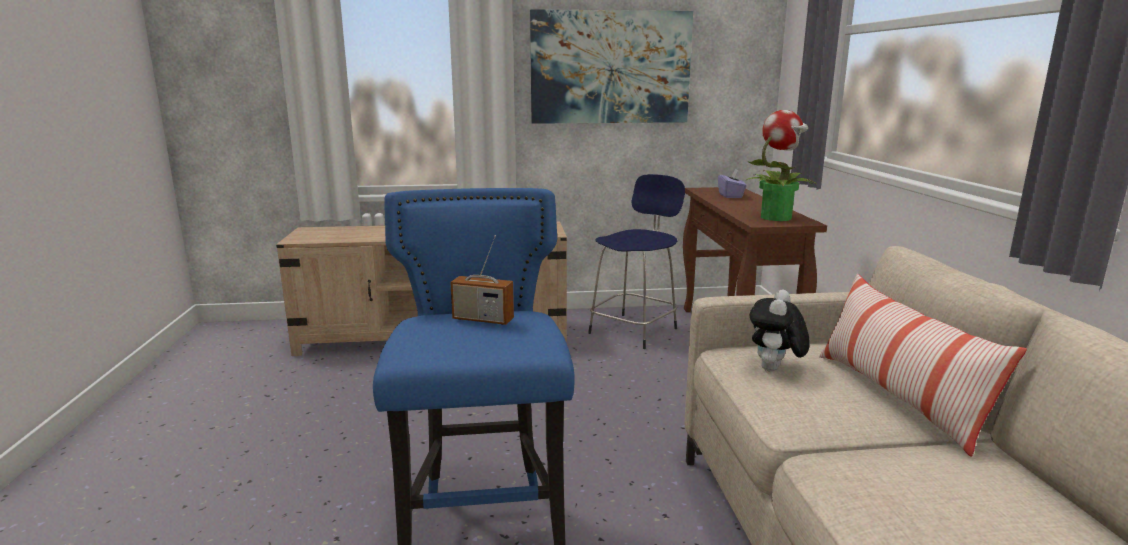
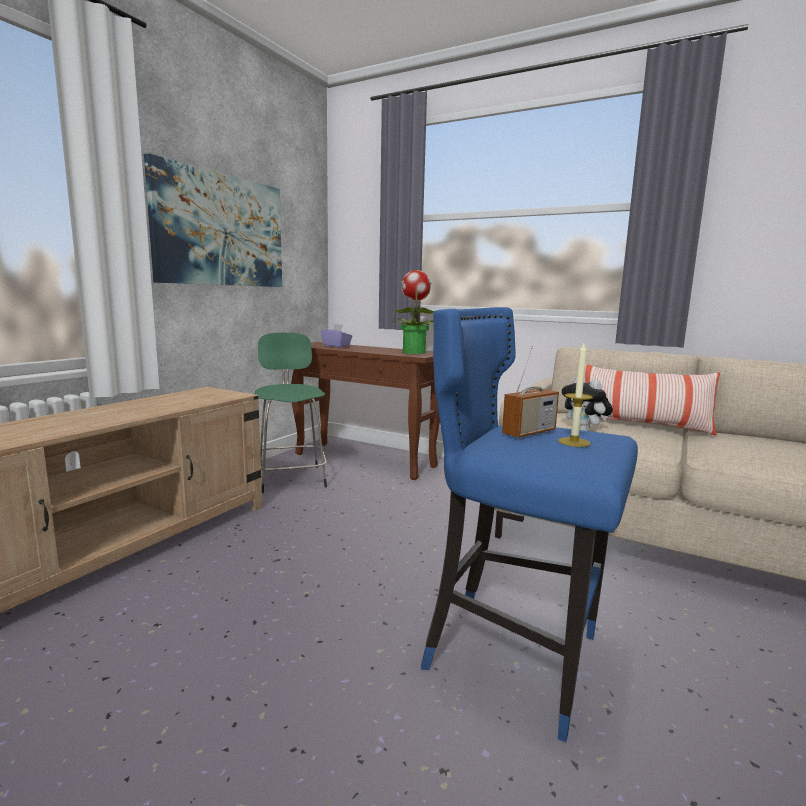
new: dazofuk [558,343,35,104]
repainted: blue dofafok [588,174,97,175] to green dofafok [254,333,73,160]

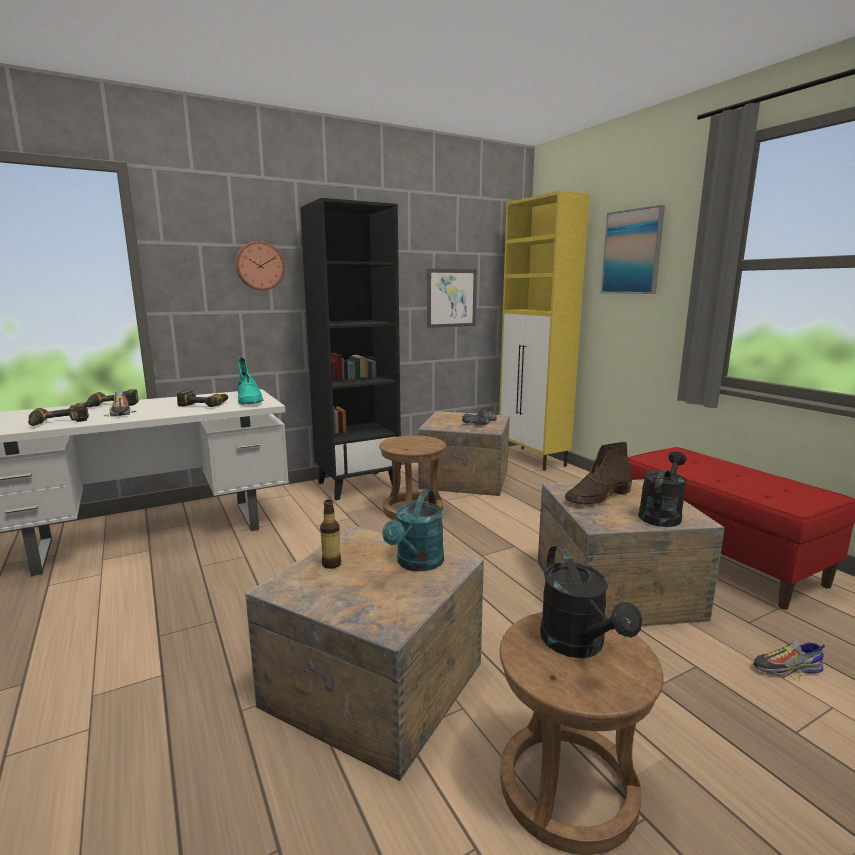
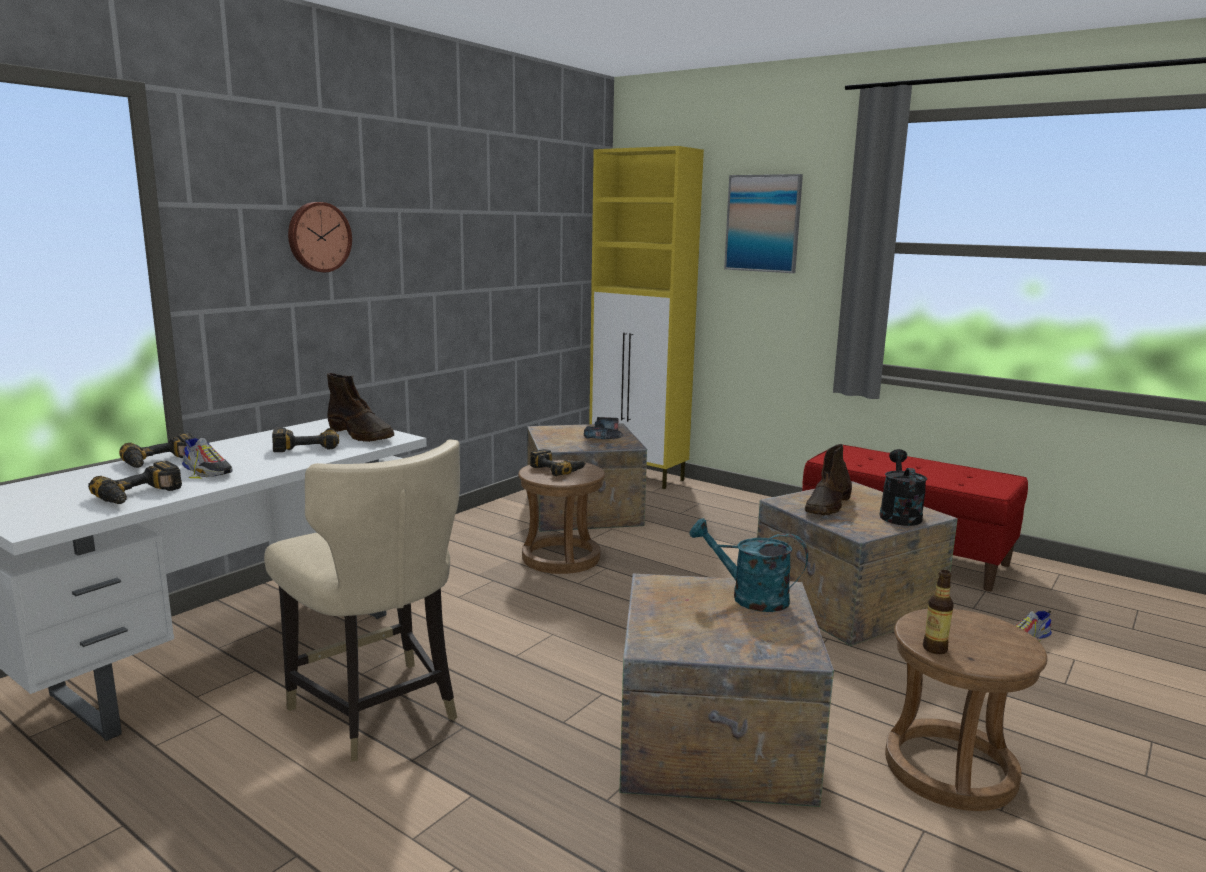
gone: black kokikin [300,198,101,302]; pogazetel [427,269,50,59]; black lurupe [540,545,102,113]
new: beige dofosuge [264,439,196,323]; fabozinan [530,449,56,27]
shifted: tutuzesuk [320,500,21,69] to [923,570,31,84]
repainted: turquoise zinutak [237,357,26,48] to brown zinutak [327,373,67,69]
rotated: turquoise lurupe [382,489,62,82] = [689,518,119,94] 120 degrees clockwise

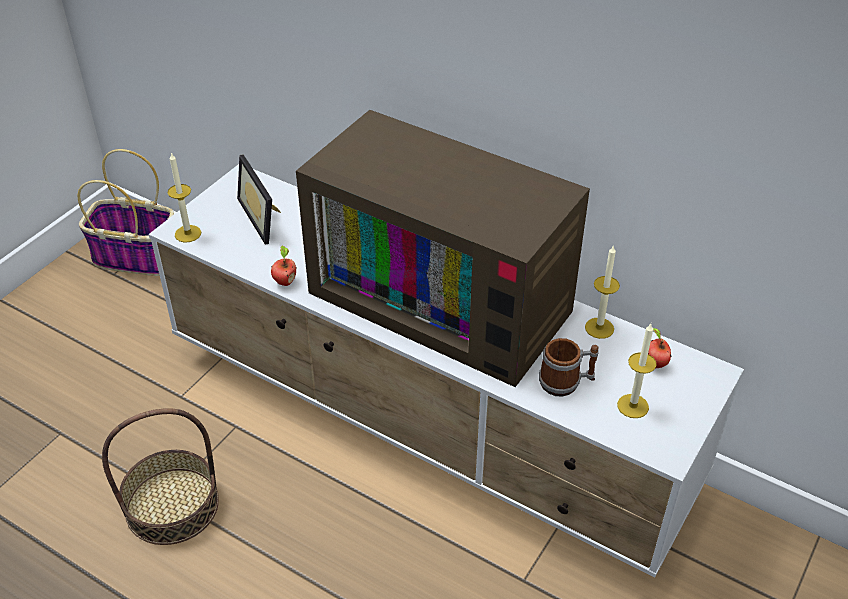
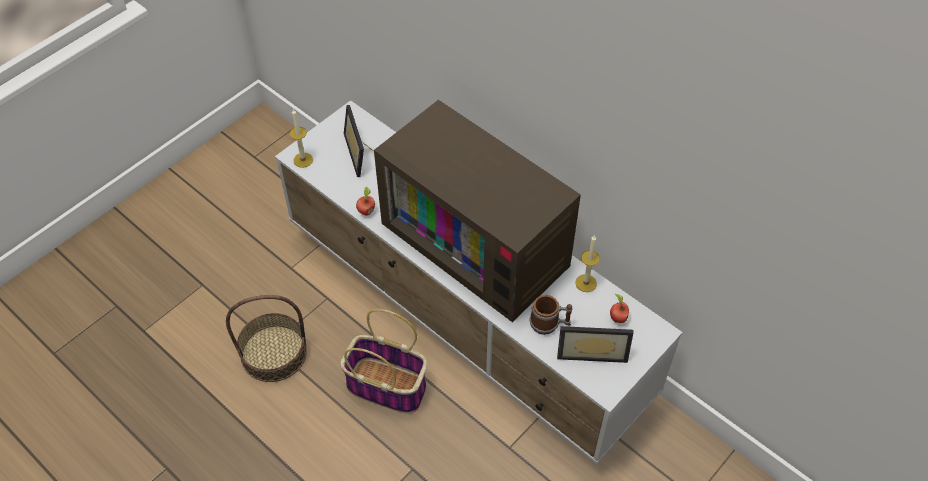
shifted: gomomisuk [78,149,96,127] to [340,309,87,105]
swapped: dazofuk [617,324,39,94] to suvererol [557,326,77,37]

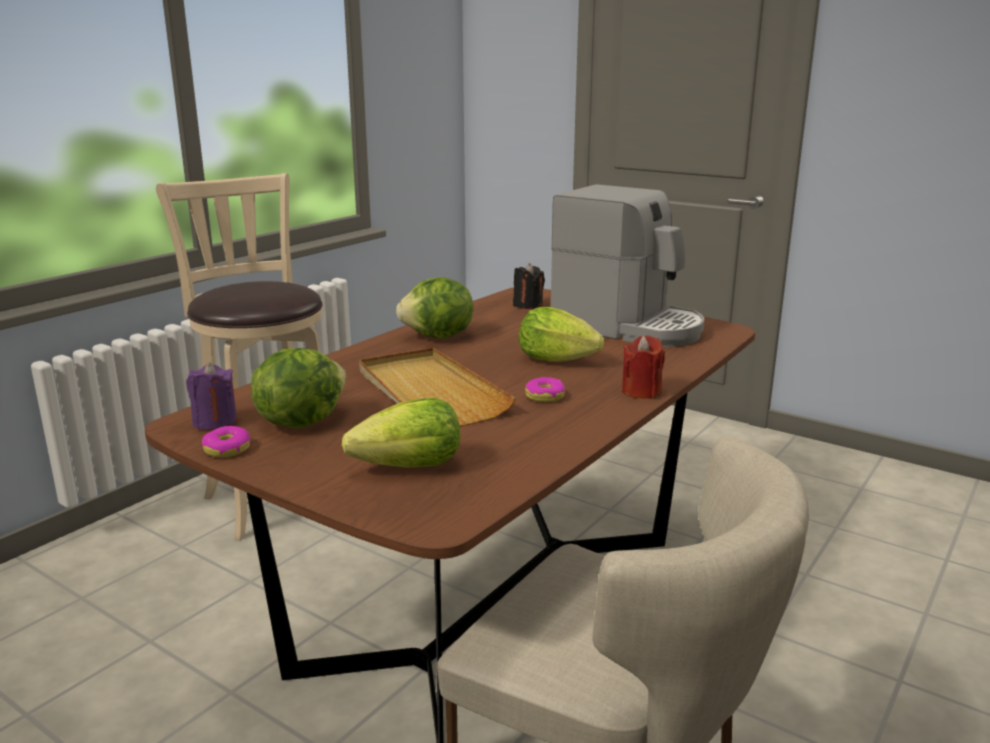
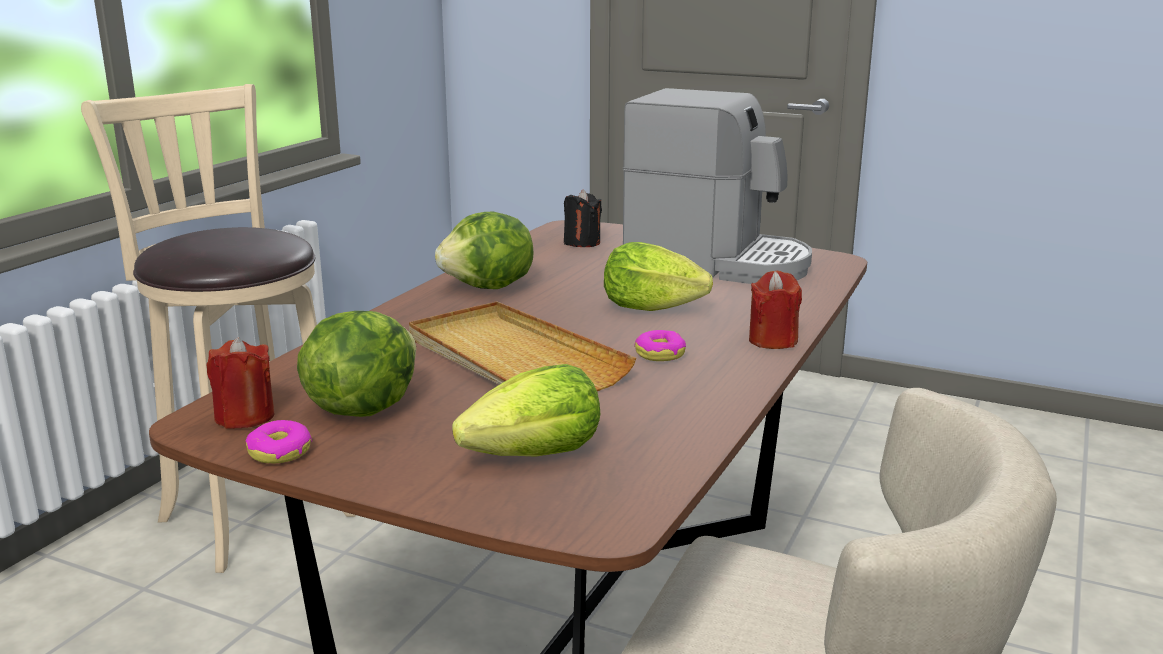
repainted: purple dazofuk [186,363,51,67] to red dazofuk [207,337,68,92]

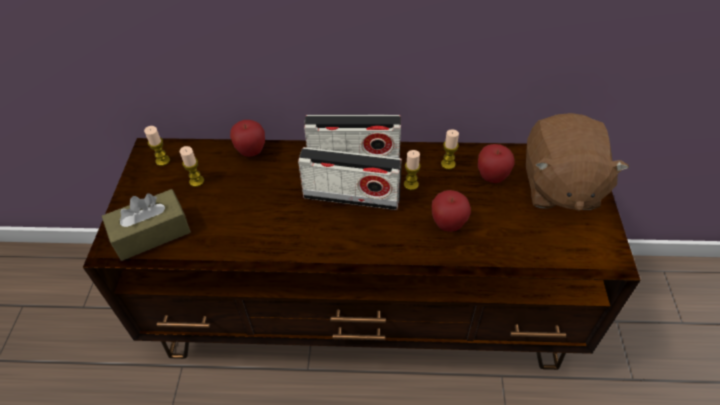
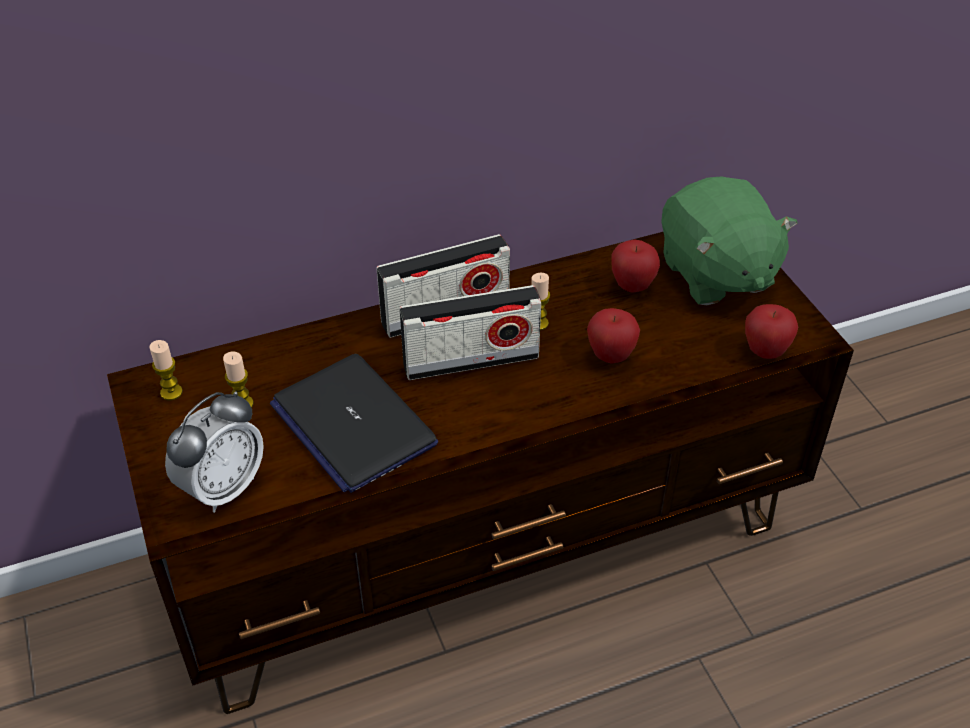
gone: dazofuk [441,129,18,40]
new: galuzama [270,354,168,139]
shifted: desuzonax [230,120,35,37] to [745,304,53,55]
swapped: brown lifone [102,189,89,72] to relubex [165,391,99,122]
repainted: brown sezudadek [526,113,103,98] to green sezudadek [661,176,137,129]

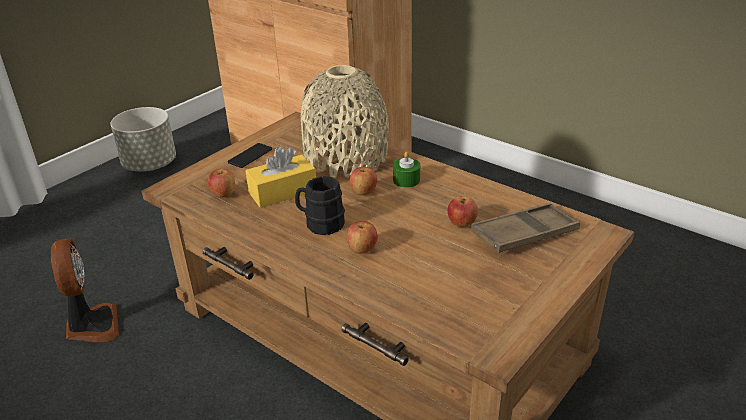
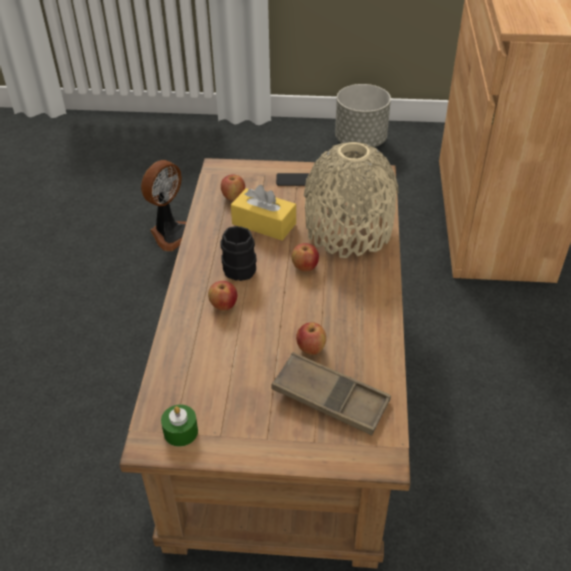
shifted: green dazofuk [393,152,27,36] to [161,405,37,42]

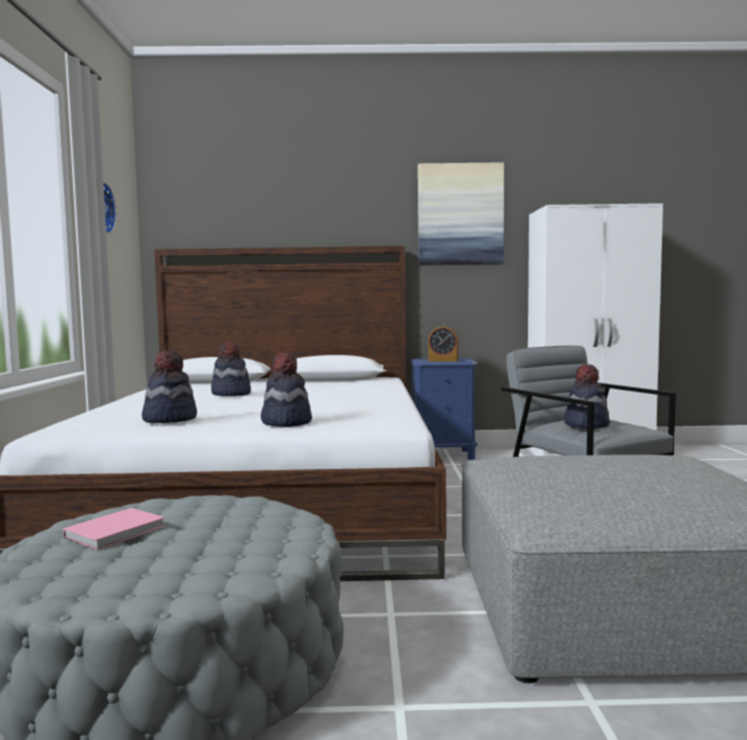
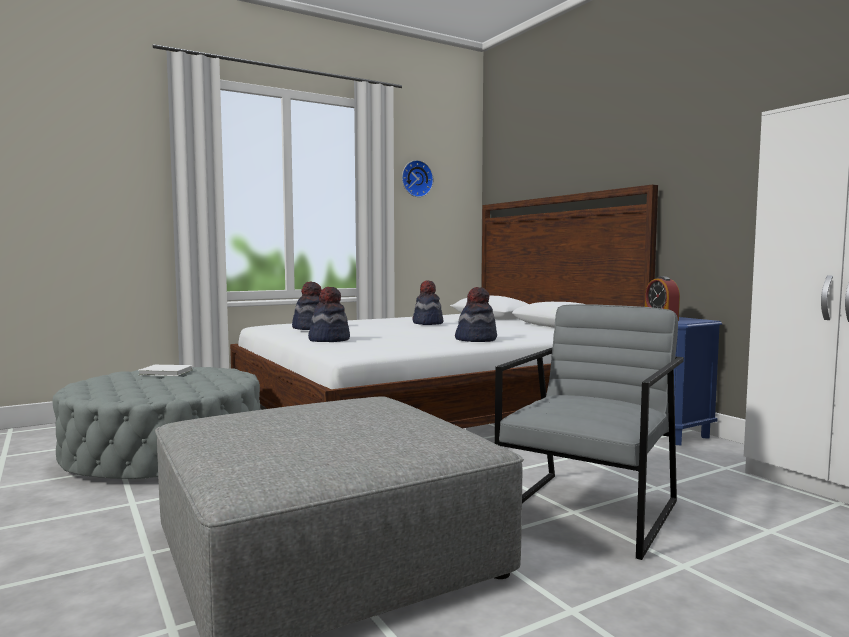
gone: pogazetel [418,162,86,104]
shifted: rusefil [564,364,46,65] to [455,287,42,55]
repainted: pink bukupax [63,508,102,42] to white bukupax [138,365,55,11]

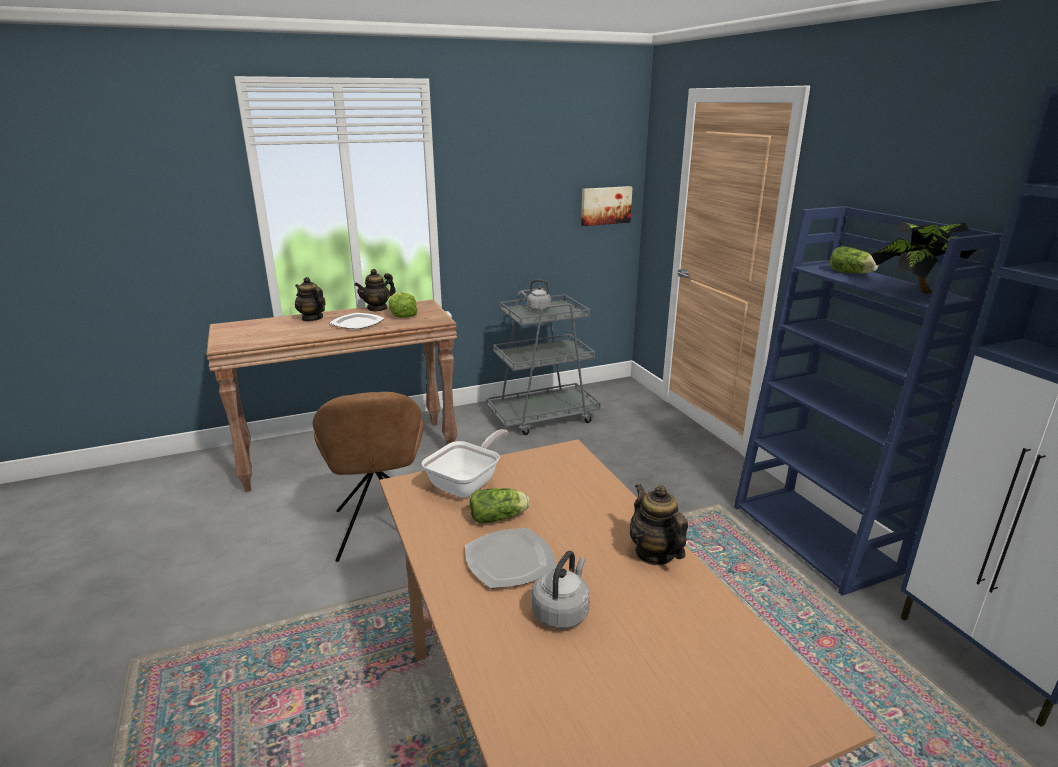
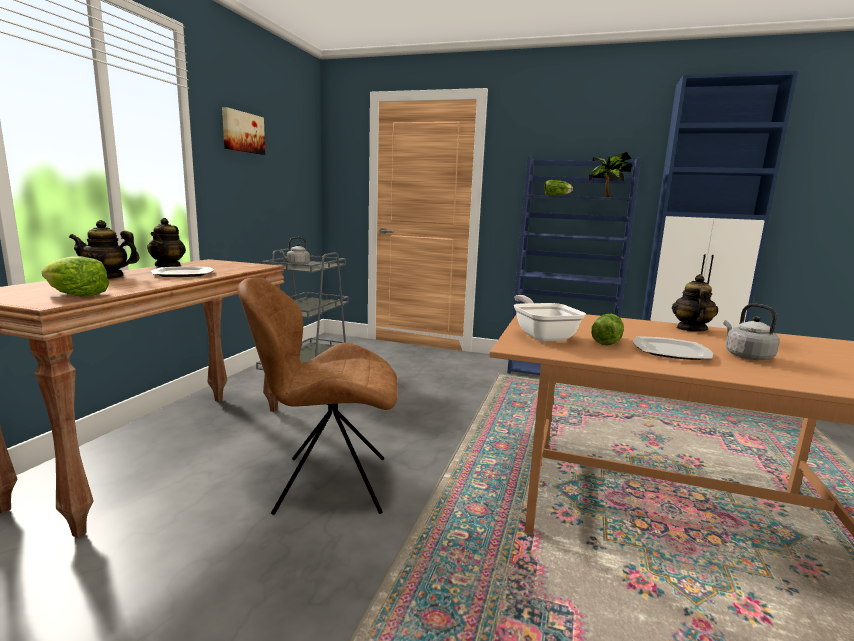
shifted: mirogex [389,292,29,26] to [41,256,68,41]; pogazetel [581,186,52,40] to [222,107,43,48]
rotated: brown dofosuge [312,392,112,170] = [238,278,160,237] 150 degrees clockwise; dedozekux [630,484,58,81] = [672,274,46,58] 90 degrees clockwise

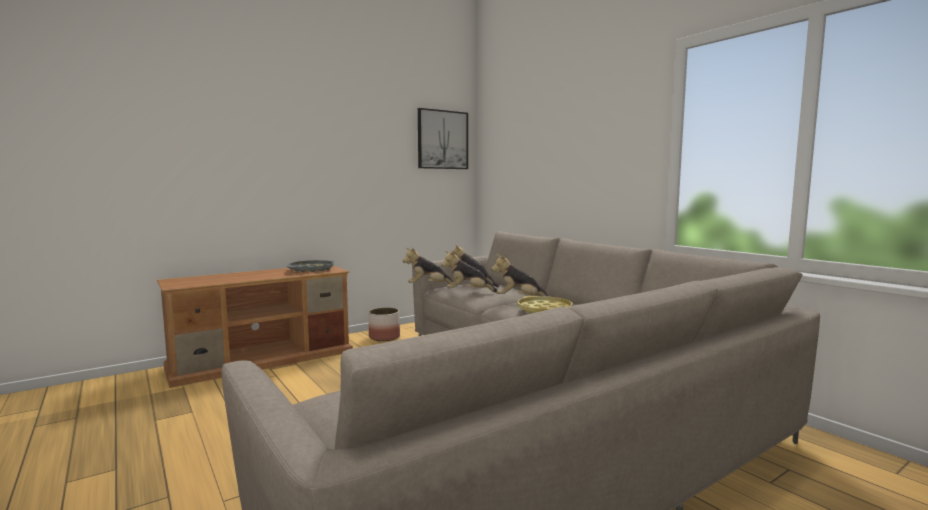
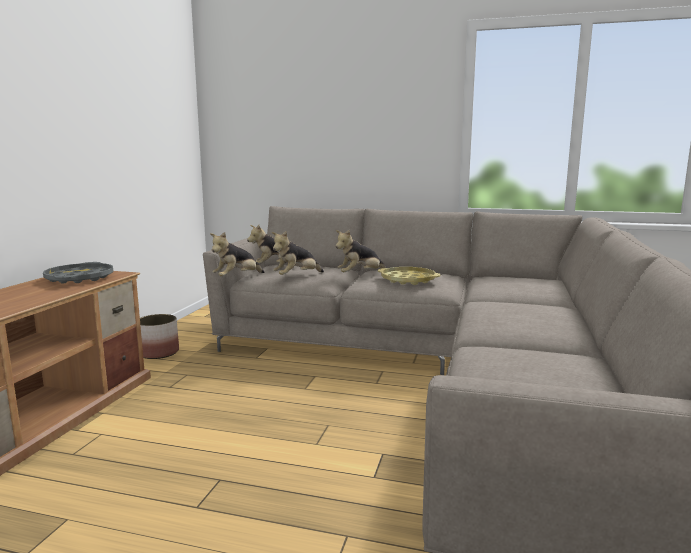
gone: pogazetel [418,108,50,61]

